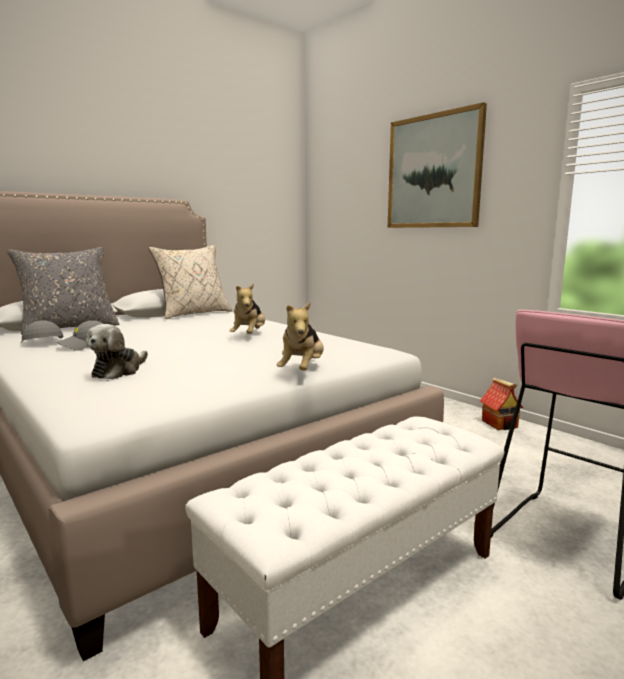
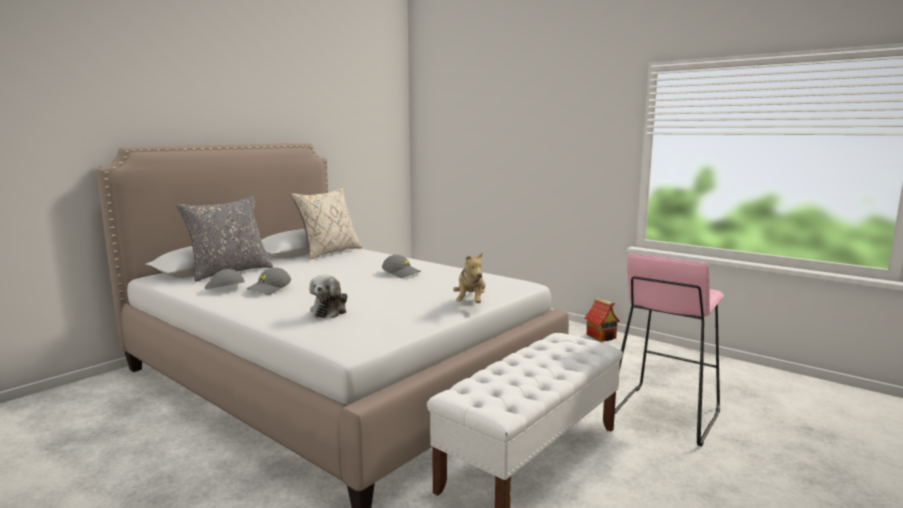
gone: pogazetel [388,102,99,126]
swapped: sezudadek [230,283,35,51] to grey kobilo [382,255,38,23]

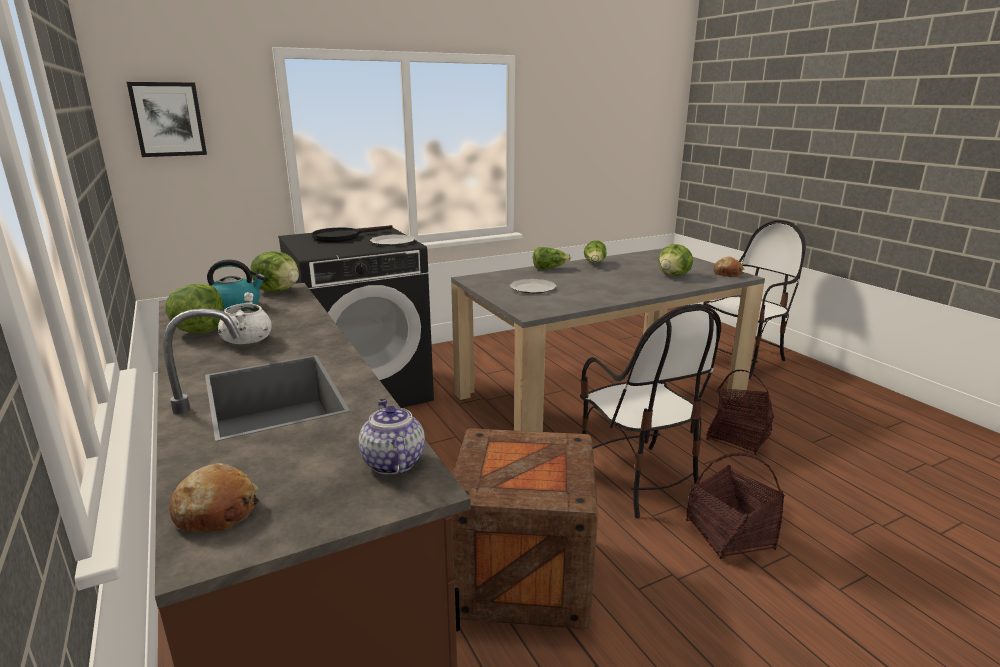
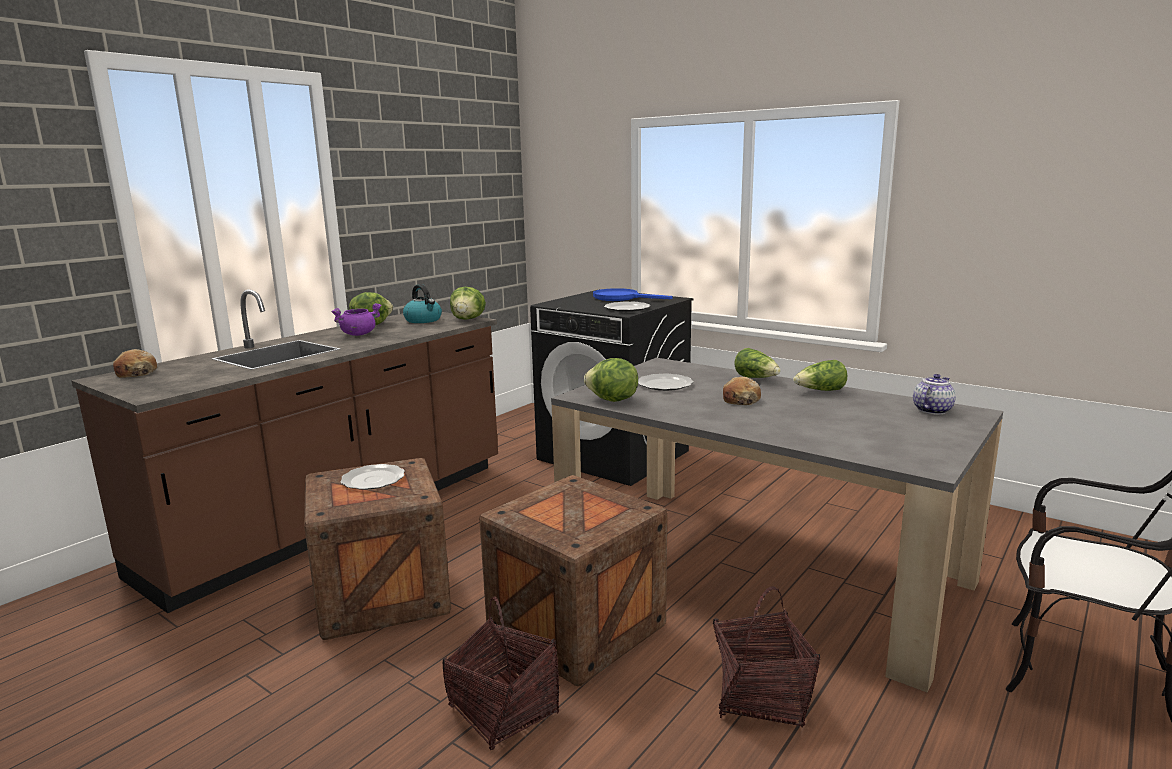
gone: pogazetel [127,82,80,75]
new: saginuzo [340,464,65,26]
shifted: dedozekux [359,399,66,75] to [913,374,43,41]; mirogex [659,244,34,32] to [584,358,54,44]; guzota [714,257,30,20] to [723,377,38,28]
swapped: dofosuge [580,304,141,214] to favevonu [479,475,188,211]
repainted: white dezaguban [218,292,54,52] to purple dezaguban [331,303,50,33]; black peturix [312,225,81,17] to blue peturix [593,288,80,13]

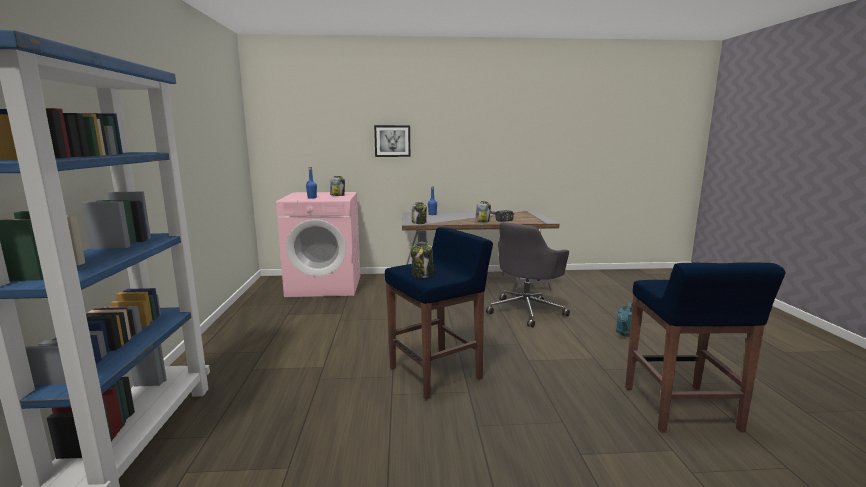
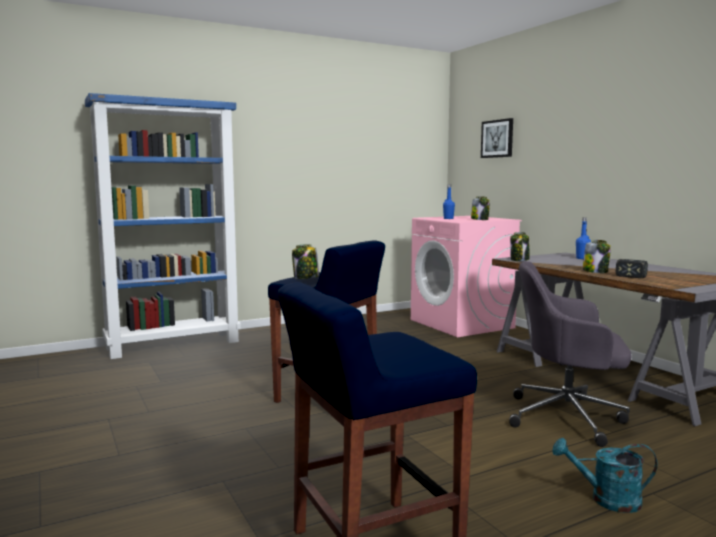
shifted: pogazetel [374,125,36,32] to [481,118,32,40]

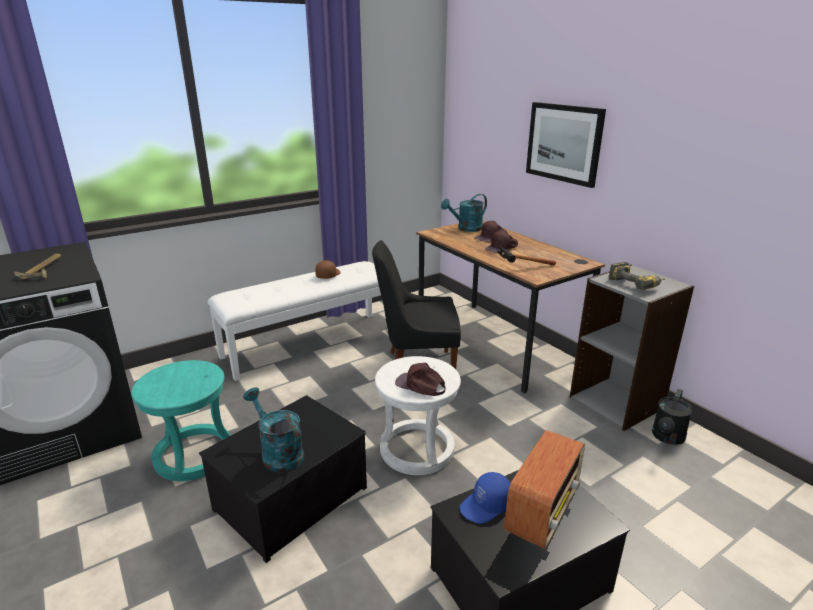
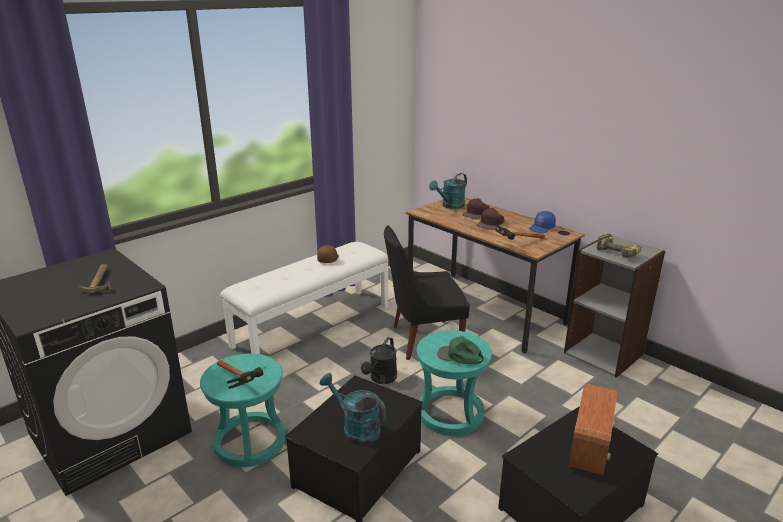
gone: pogazetel [526,102,80,86]
new: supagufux [217,360,46,29]
shifted: blue kobilo [460,472,50,52] to [529,211,27,22]; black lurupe [652,389,41,56] to [361,337,36,47]
repainted: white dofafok [375,356,86,119] to turquoise dofafok [416,330,76,106]; brown kobilo [395,362,51,34] to green kobilo [437,336,46,29]

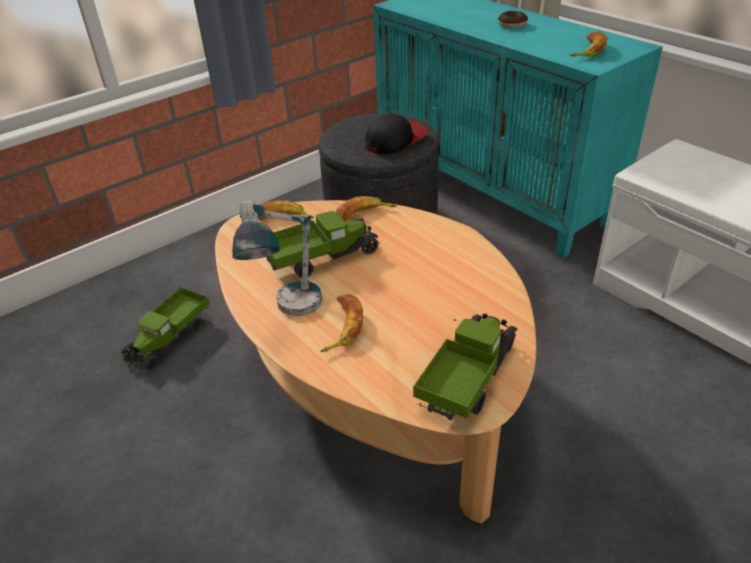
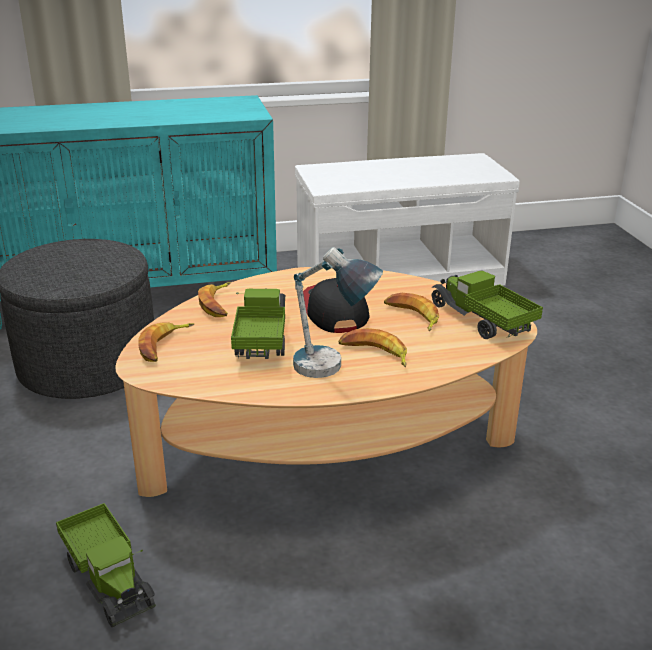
gone: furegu [498,11,30,17]
shifted: kobilo [365,114,63,40] to [303,278,67,55]; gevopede [570,32,37,25] to [384,293,55,38]

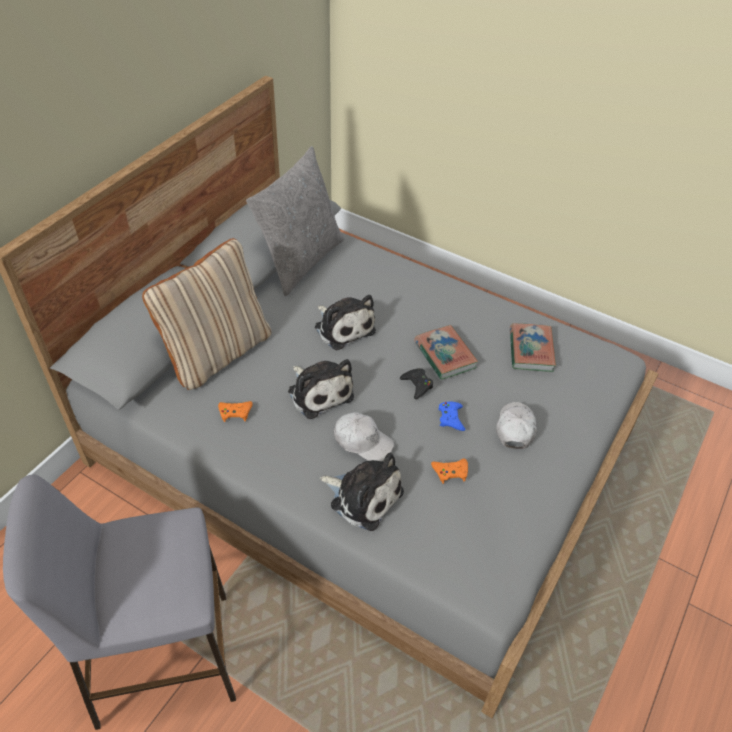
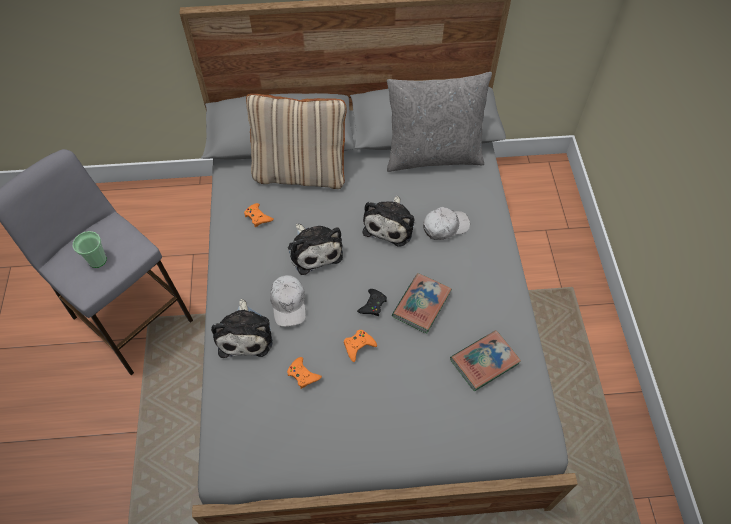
new: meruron [73,231,34,37]
shifted: white kobilo [496,402,41,47] to [423,207,47,33]
repainted: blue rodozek [438,402,27,29] to orange rodozek [344,330,33,32]
rotated: sezudadek [288,359,66,60] = [288,224,55,51] 45 degrees counterclockwise

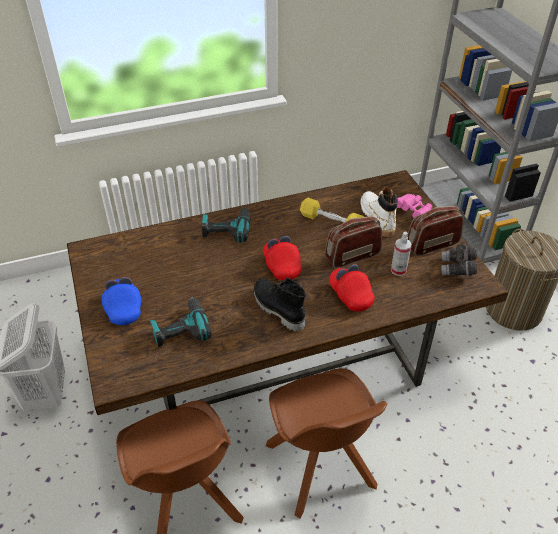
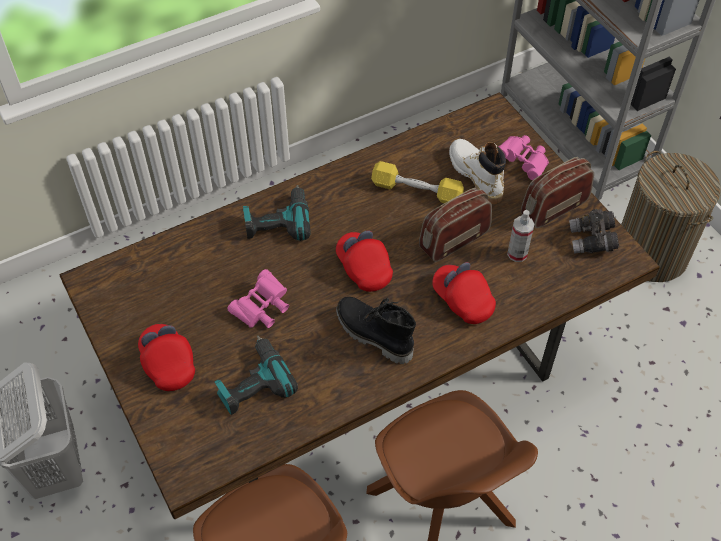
new: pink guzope [227,269,62,59]
repainted: blue kobilo [102,277,39,48] to red kobilo [138,324,57,67]

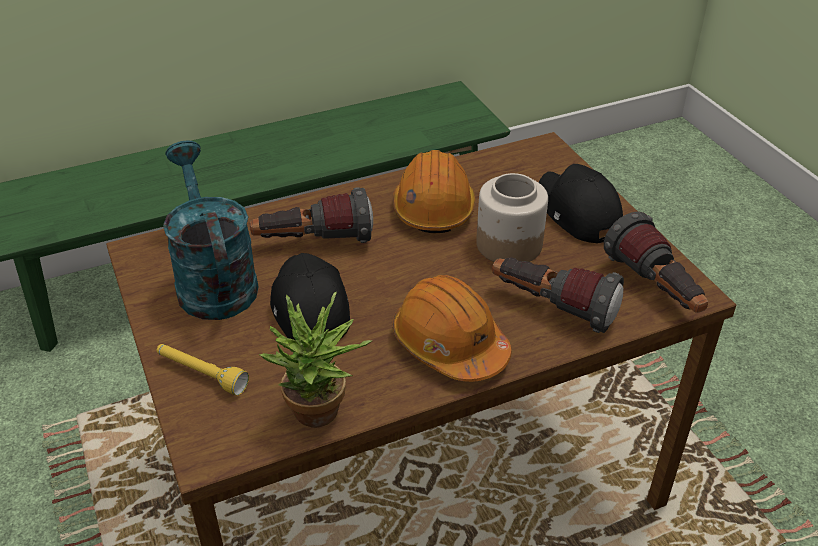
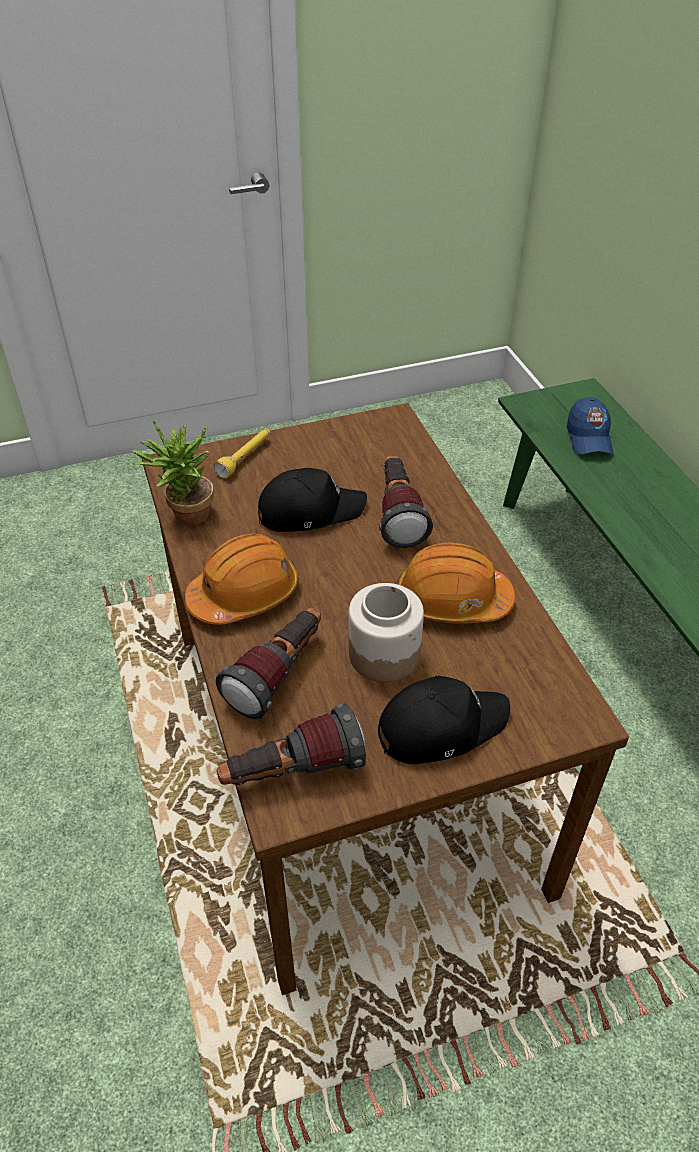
gone: turquoise lurupe [163,141,95,179]
new: blue kobilo [567,397,46,58]

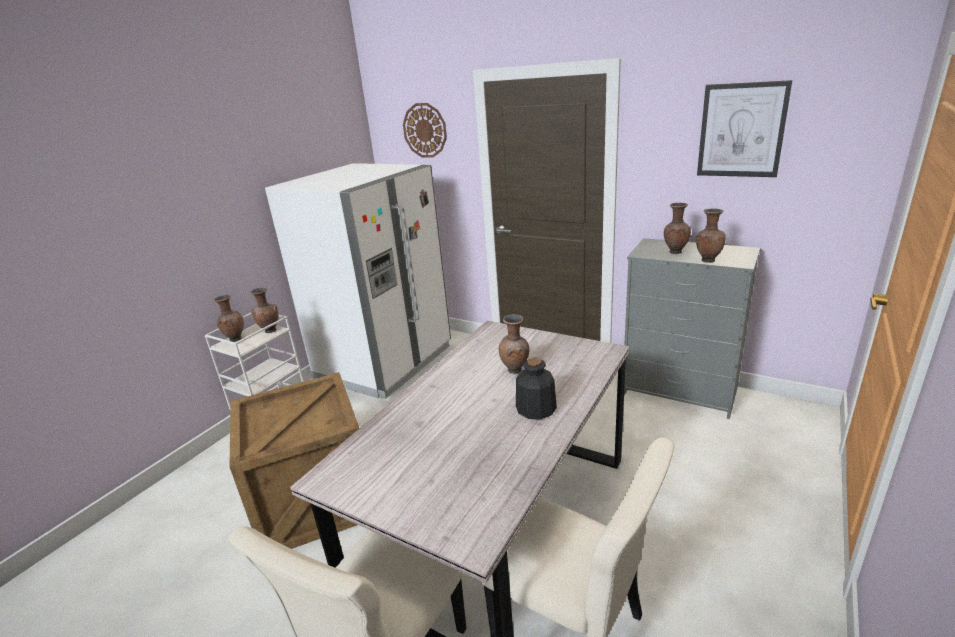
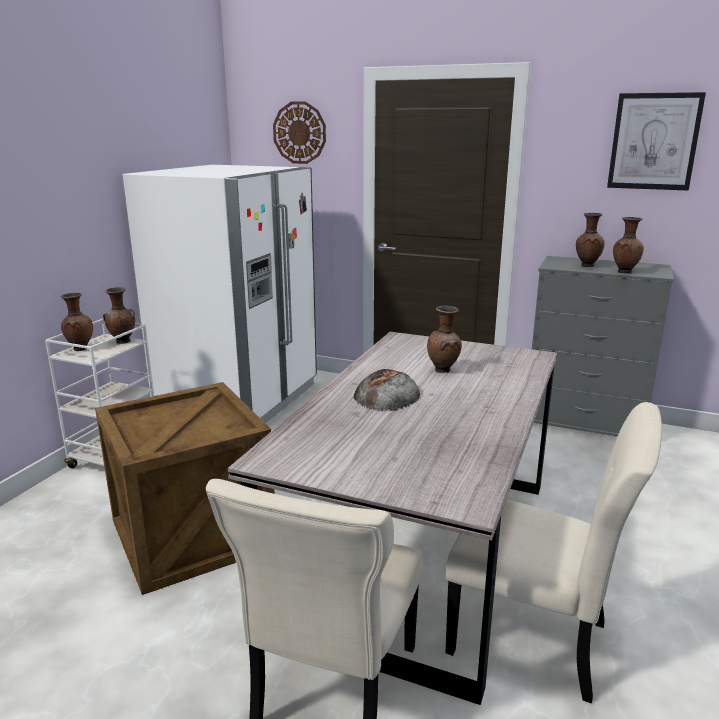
gone: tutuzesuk [516,358,41,62]
new: guzota [353,369,67,42]

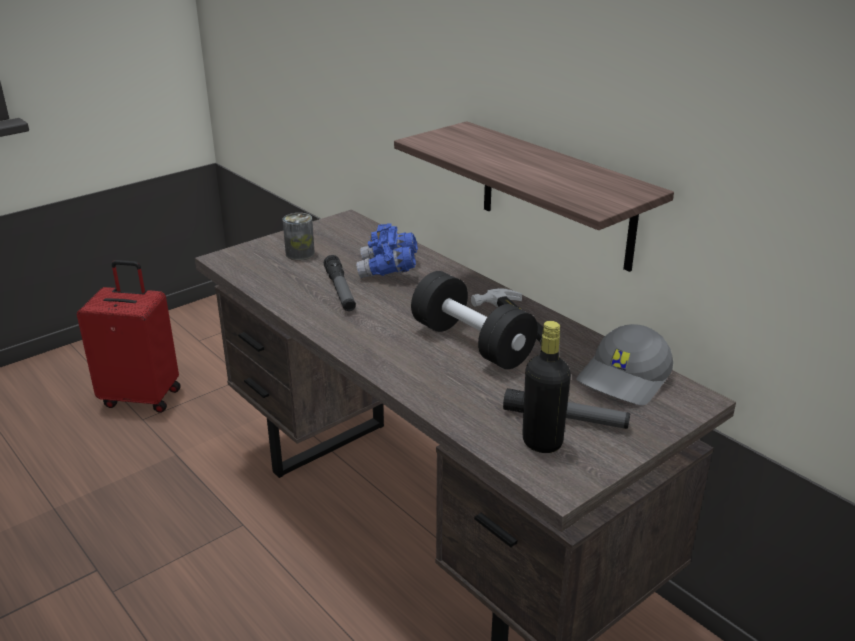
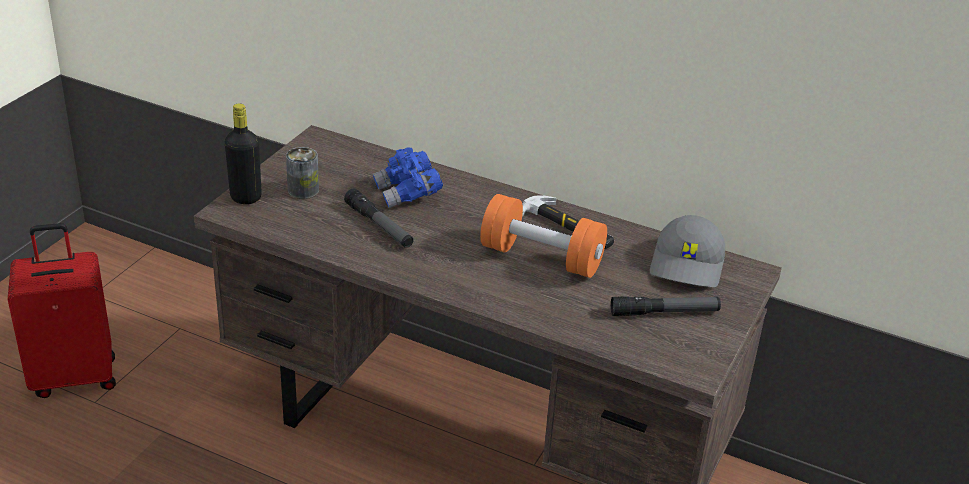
gone: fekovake [394,121,280,151]
shifted: black tutuzesuk [522,321,49,132] to [225,104,37,100]
repainted: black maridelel [411,271,127,98] to orange maridelel [480,194,127,84]

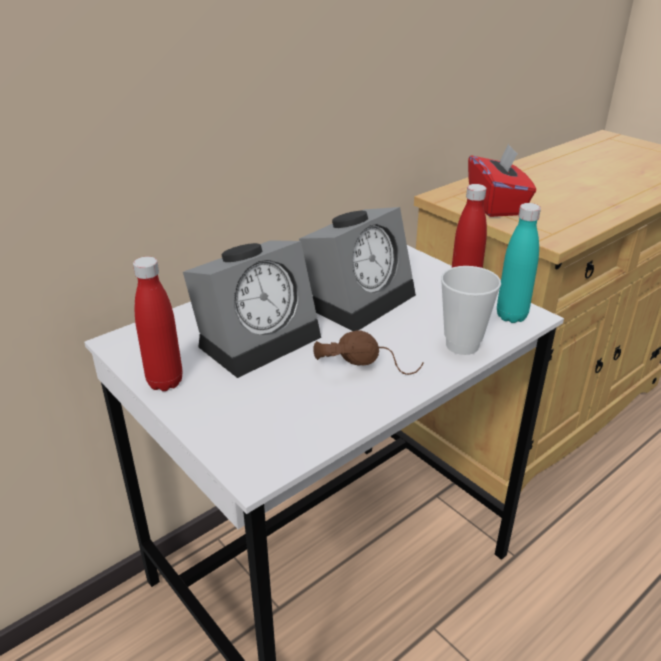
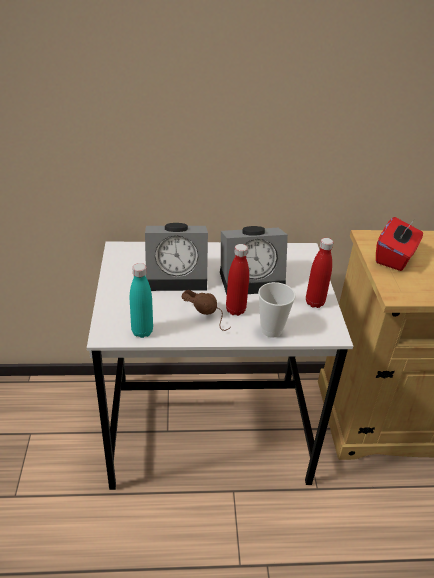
shifted: red tutuzesuk [133,256,49,135] to [226,244,23,72]; turquoise tutuzesuk [497,203,44,120] to [130,263,23,75]

